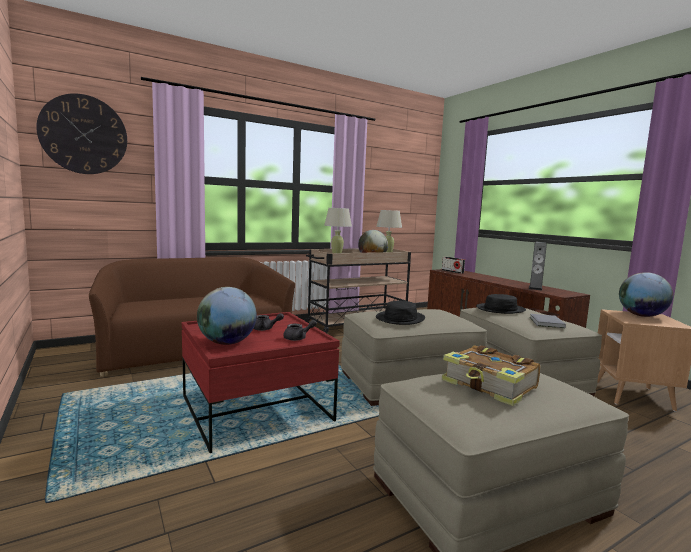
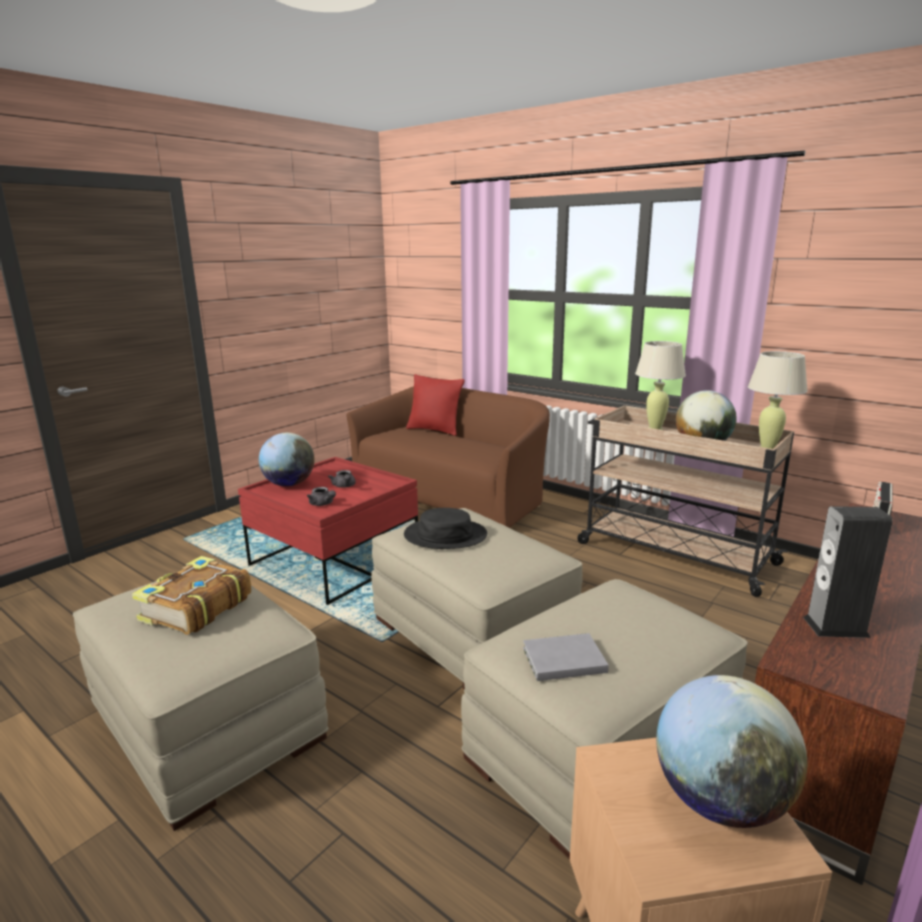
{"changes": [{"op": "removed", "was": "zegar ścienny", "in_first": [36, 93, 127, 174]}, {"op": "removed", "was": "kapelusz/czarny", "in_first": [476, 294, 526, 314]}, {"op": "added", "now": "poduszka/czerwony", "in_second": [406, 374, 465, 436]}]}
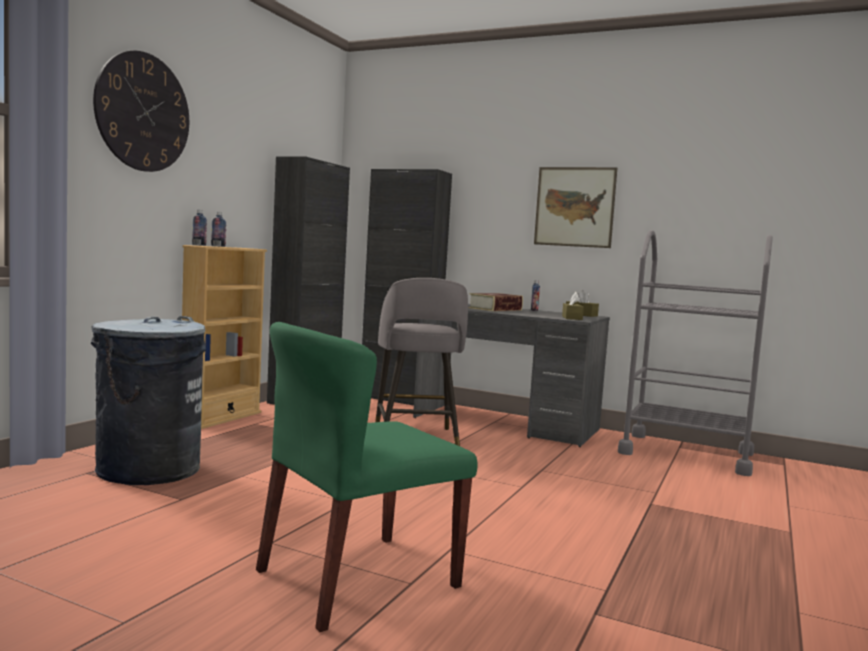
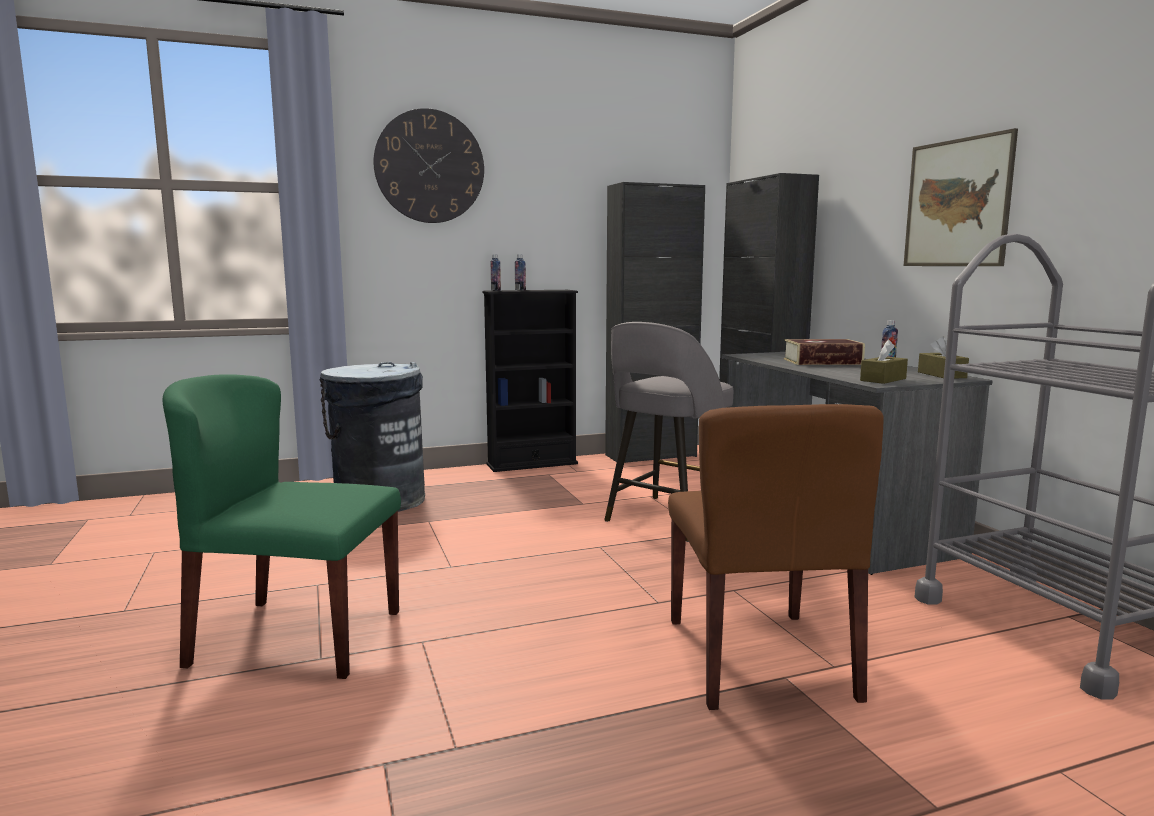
{"changes": [{"op": "recoloured", "was": "regał/beżowy", "now": "regał/czarny", "in_first": [182, 245, 267, 429], "in_second": [482, 290, 578, 472]}, {"op": "added", "now": "krzesło/brązowy", "in_second": [668, 404, 884, 710]}]}
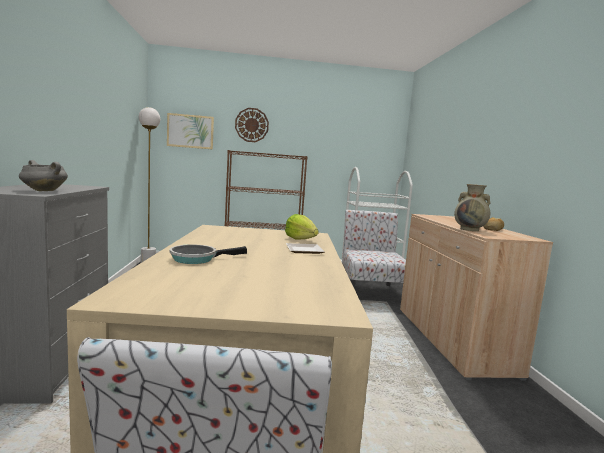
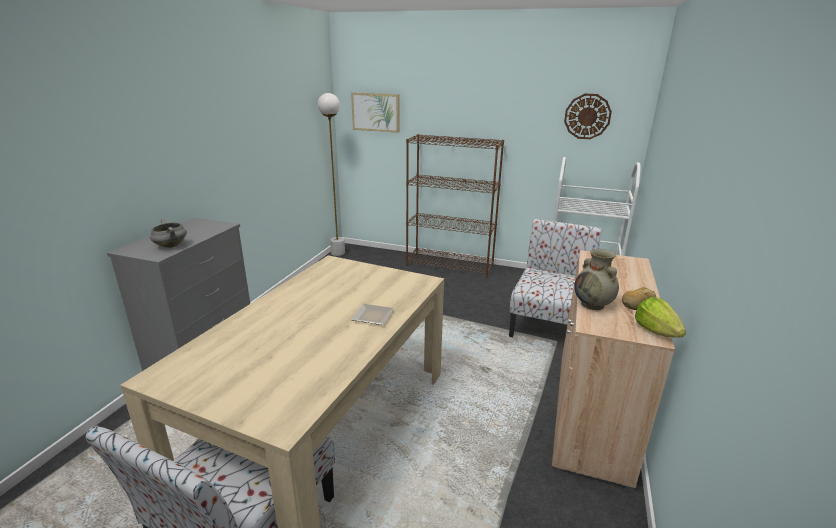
{"changes": [{"op": "removed", "was": "patelnia", "in_first": [169, 244, 247, 264]}, {"op": "moved", "was": "zegar ścienny", "in_first": [235, 108, 269, 142], "in_second": [564, 94, 612, 139]}, {"op": "moved", "was": "sałata", "in_first": [285, 214, 319, 239], "in_second": [635, 297, 686, 338]}]}
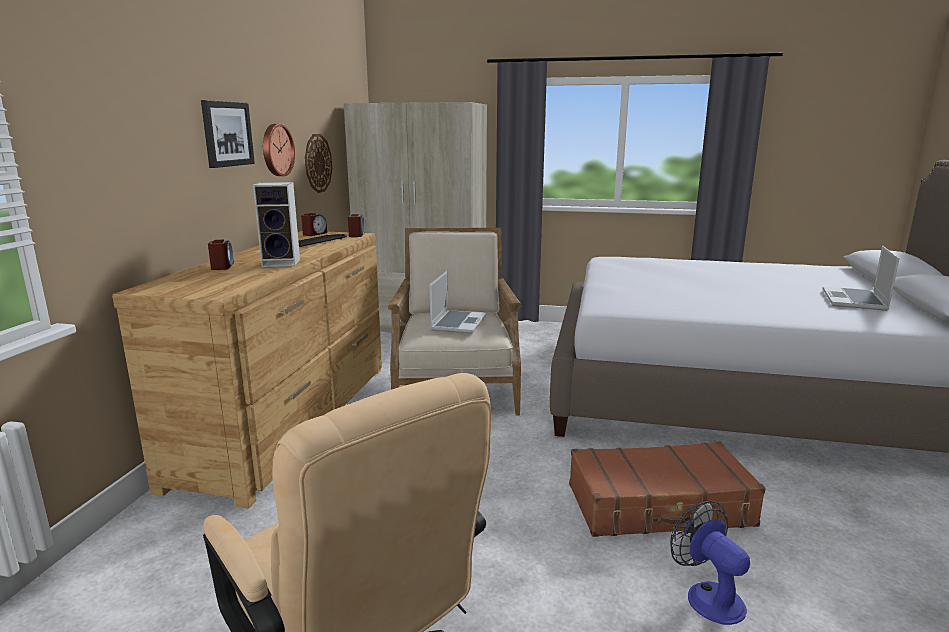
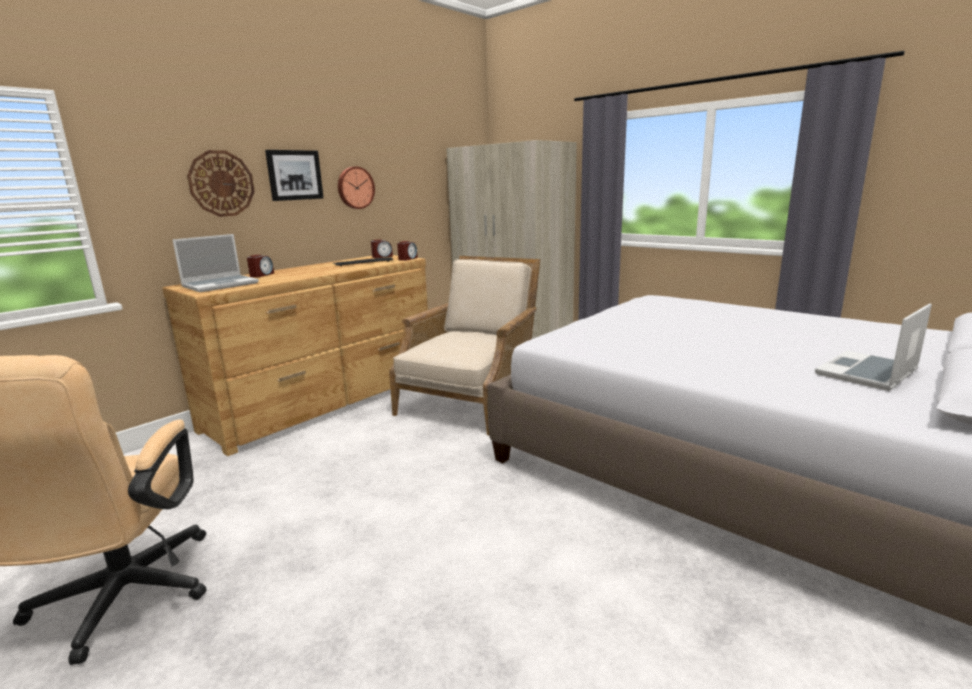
{"changes": [{"op": "removed", "was": "głośnik", "in_first": [253, 182, 300, 267]}, {"op": "moved", "was": "zegar ścienny", "in_first": [305, 134, 332, 193], "in_second": [187, 150, 255, 217]}, {"op": "moved", "was": "laptop", "in_first": [429, 271, 486, 333], "in_second": [172, 234, 259, 292]}, {"op": "removed", "was": "walizka/brązowy", "in_first": [569, 442, 766, 537]}, {"op": "removed", "was": "wentylator", "in_first": [670, 501, 750, 625]}]}
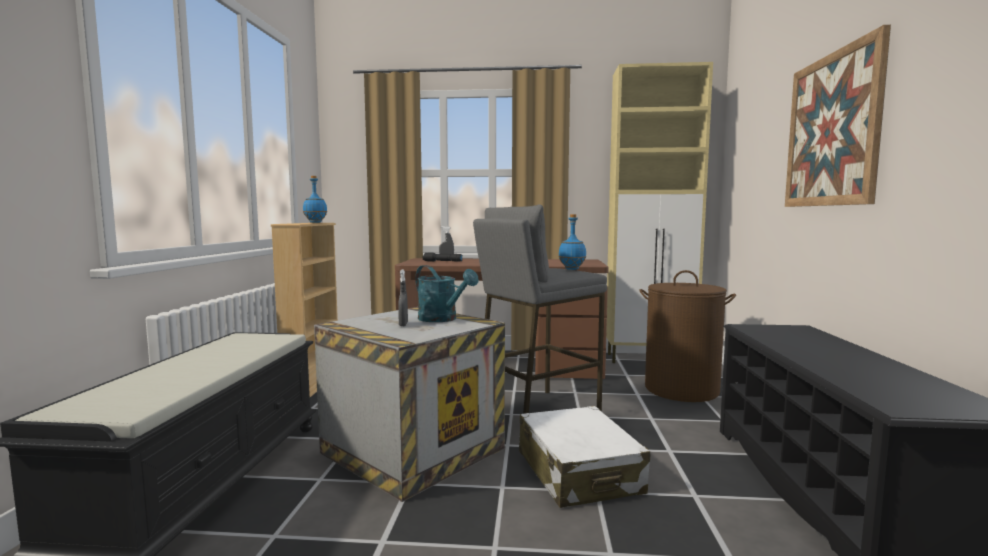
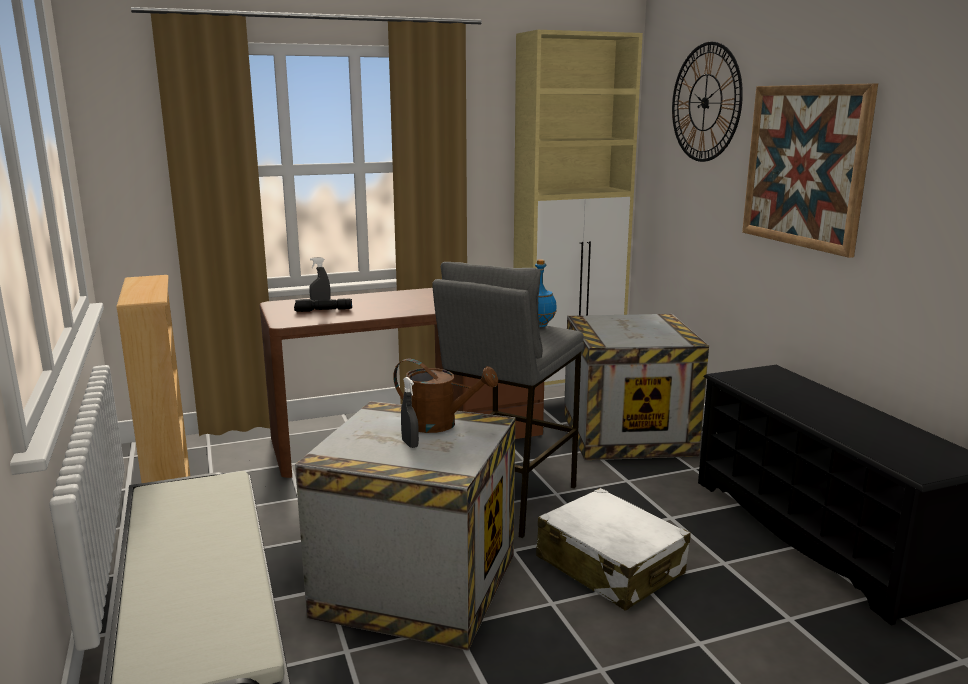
{"changes": [{"op": "removed", "was": "butelka/niebieski", "in_first": [303, 176, 327, 223]}, {"op": "recoloured", "was": "konewka/turkusowy", "now": "konewka/brązowy", "in_first": [415, 265, 478, 322], "in_second": [393, 358, 498, 433]}, {"op": "replaced", "was": "kosz na pranie/brązowy", "now": "skrzynka", "in_first": [639, 270, 736, 402], "in_second": [564, 314, 709, 460]}, {"op": "added", "now": "zegar ścienny", "in_second": [672, 41, 743, 162]}]}
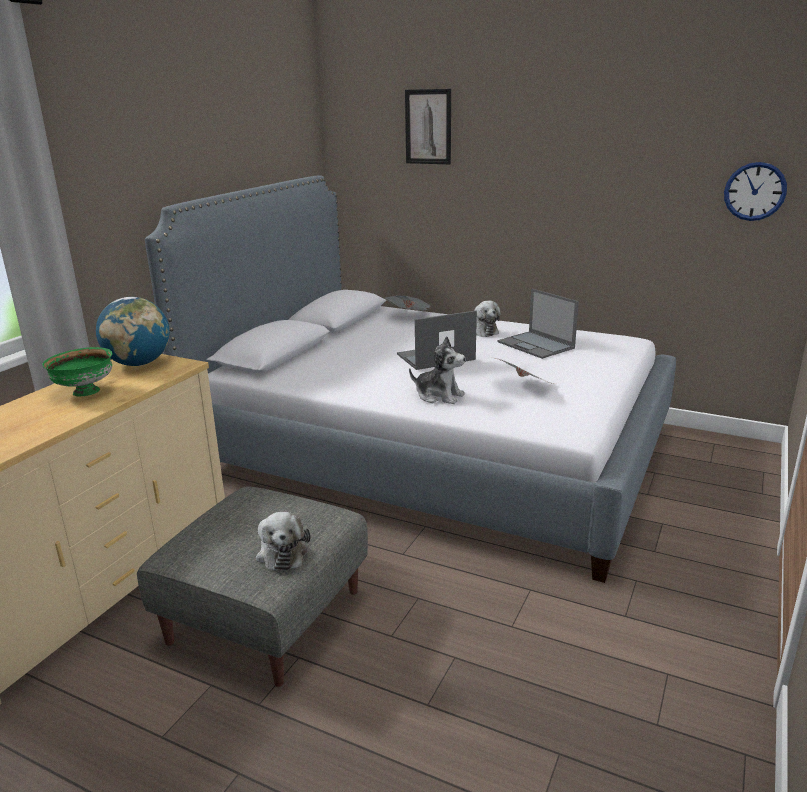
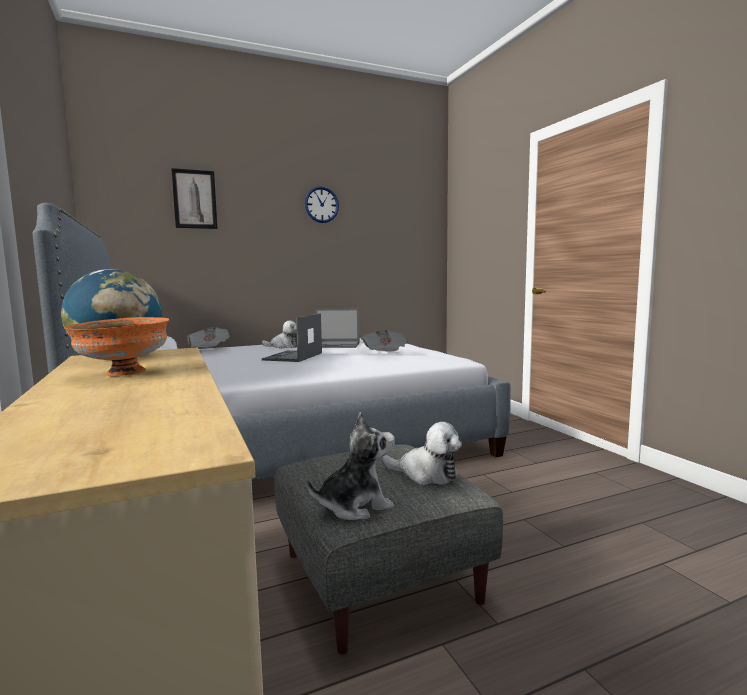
{"changes": [{"op": "recoloured", "was": "miska/zielony", "now": "miska/pomarańczowy", "in_first": [42, 347, 112, 396], "in_second": [64, 317, 170, 376]}, {"op": "moved", "was": "pluszak", "in_first": [409, 336, 466, 404], "in_second": [307, 412, 395, 520]}, {"op": "moved", "was": "zegar ścienny", "in_first": [724, 162, 787, 221], "in_second": [305, 186, 339, 223]}]}
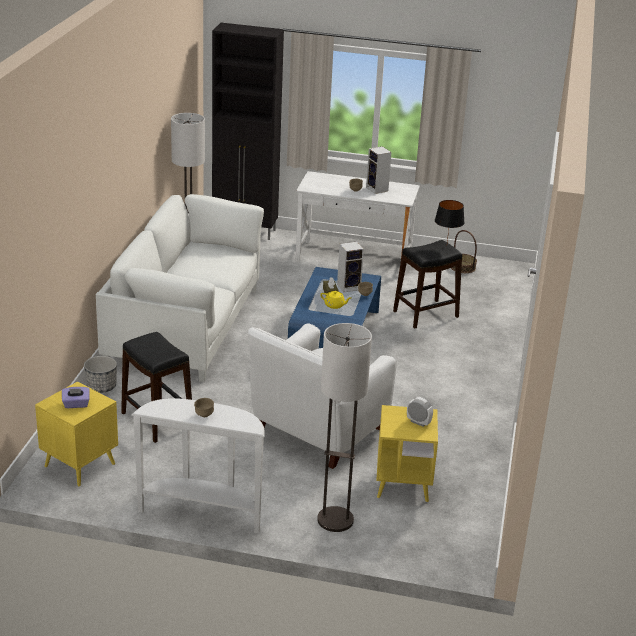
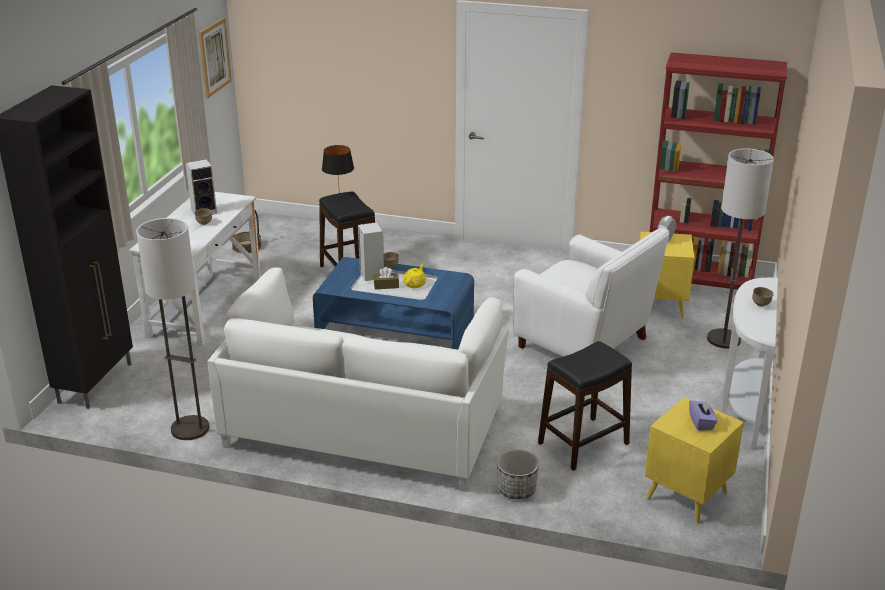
{"changes": [{"op": "added", "now": "obraz", "in_second": [199, 18, 232, 98]}, {"op": "added", "now": "regał/czerwony", "in_second": [650, 52, 787, 290]}]}
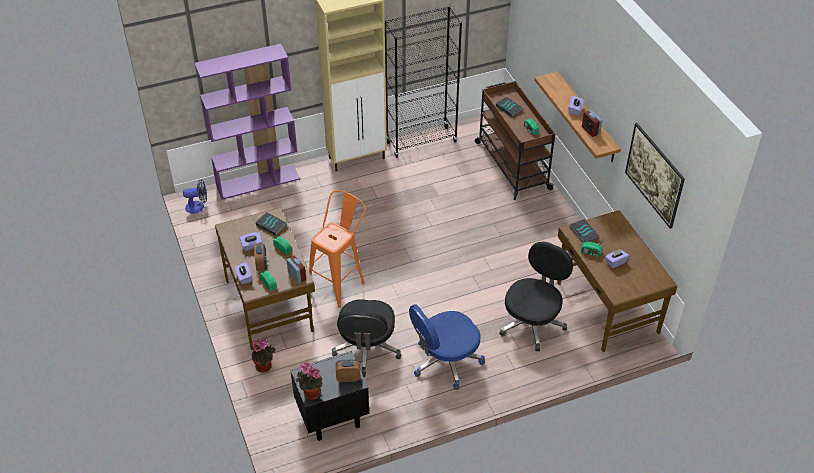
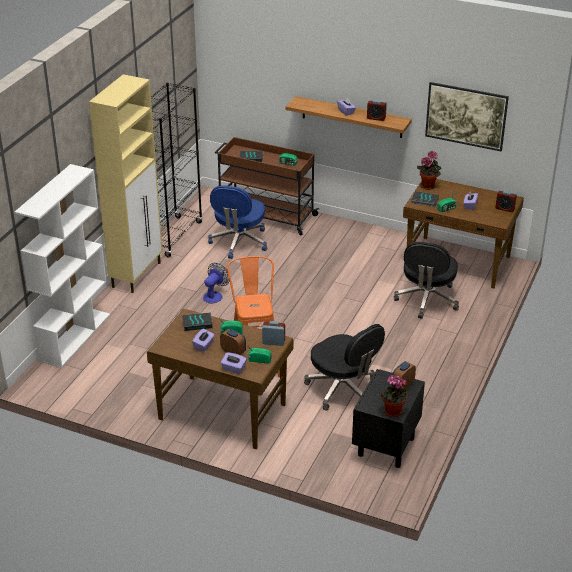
{"changes": [{"op": "moved", "was": "wentylator", "in_first": [183, 179, 207, 214], "in_second": [203, 263, 230, 303]}, {"op": "recoloured", "was": "regał/fioletowy", "now": "regał/biały", "in_first": [194, 44, 300, 200], "in_second": [14, 164, 110, 368]}, {"op": "moved", "was": "roślina doniczkowa", "in_first": [252, 338, 276, 373], "in_second": [417, 151, 441, 190]}, {"op": "moved", "was": "krzesło biurowe/niebieski", "in_first": [409, 304, 485, 390], "in_second": [208, 185, 268, 259]}, {"op": "turned", "was": "krzesło biurowe/czarny", "in_first": [499, 242, 573, 351], "in_second": [394, 242, 459, 319], "clockwise": -150}, {"op": "added", "now": "budzik", "in_second": [495, 190, 517, 212]}]}
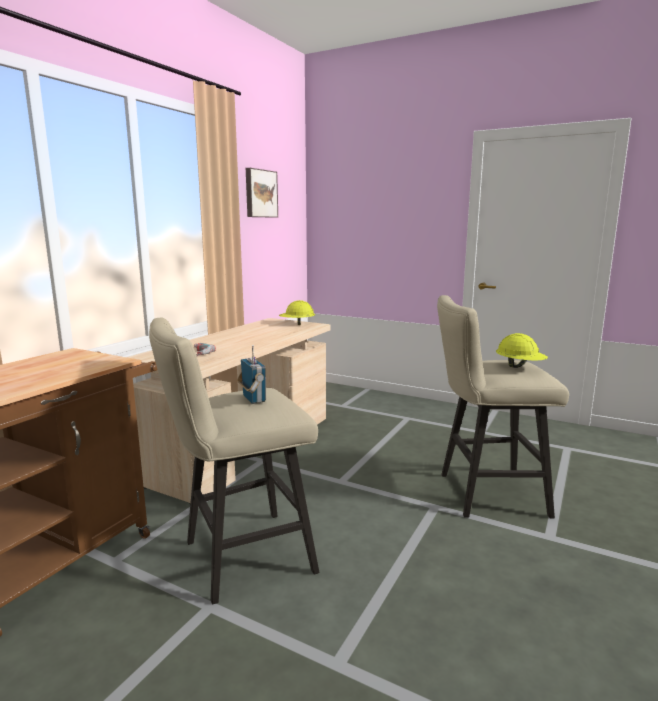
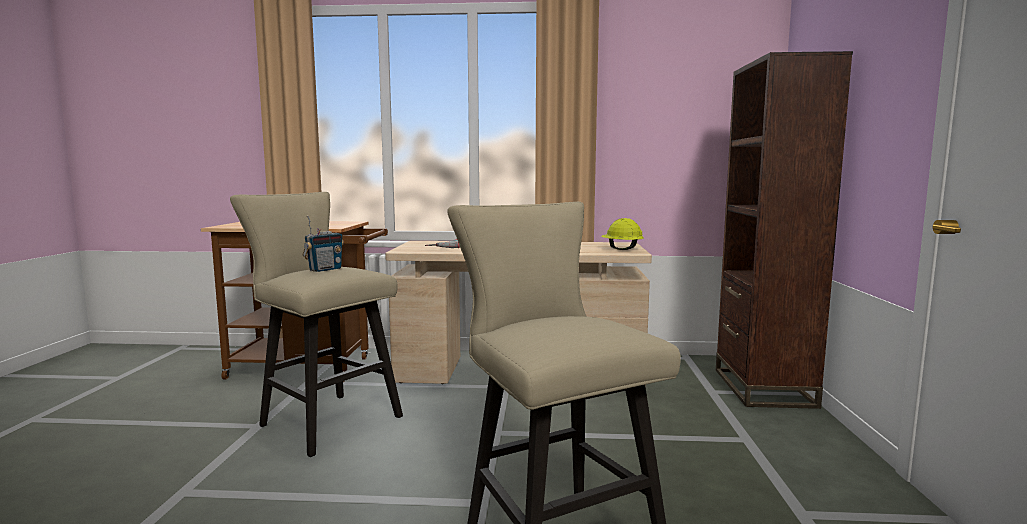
{"changes": [{"op": "removed", "was": "obraz", "in_first": [246, 168, 278, 218]}, {"op": "removed", "was": "kask/żółty", "in_first": [496, 333, 548, 368]}, {"op": "added", "now": "regał/brązowy", "in_second": [716, 51, 853, 409]}]}
